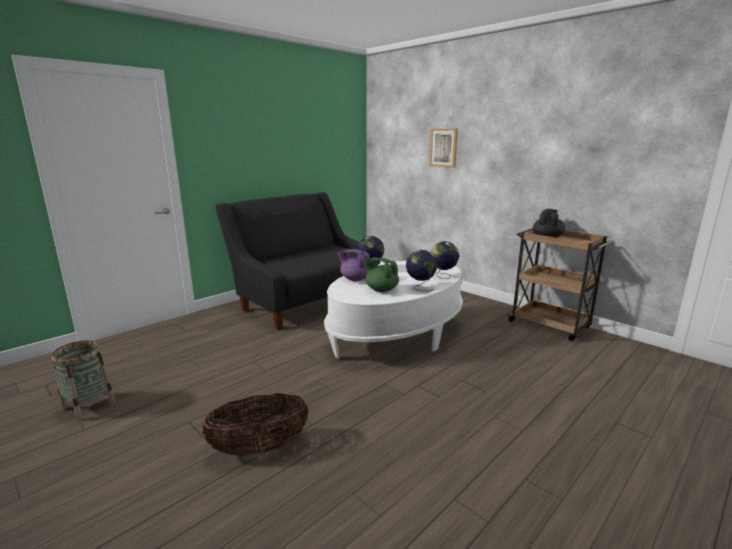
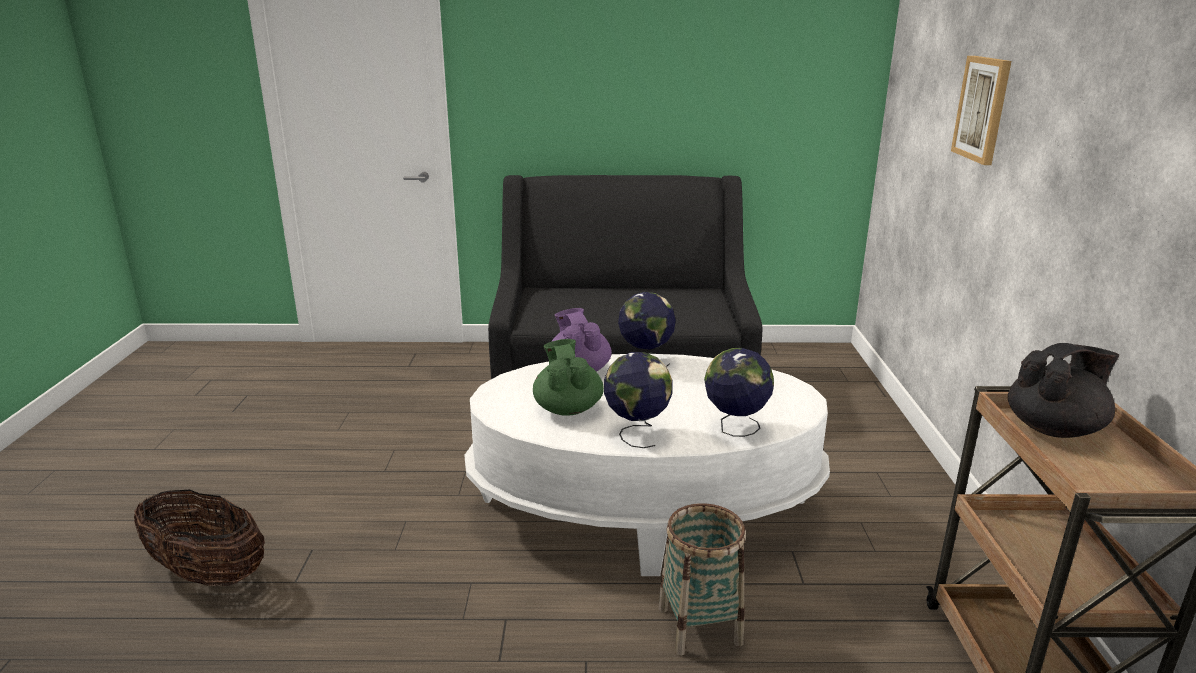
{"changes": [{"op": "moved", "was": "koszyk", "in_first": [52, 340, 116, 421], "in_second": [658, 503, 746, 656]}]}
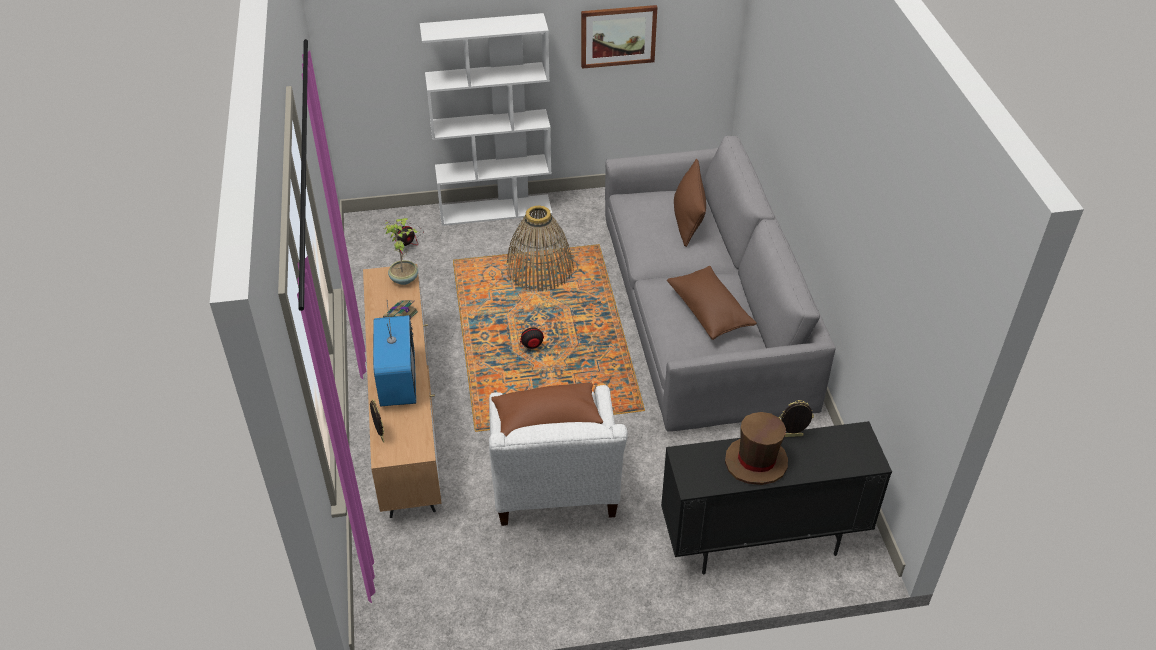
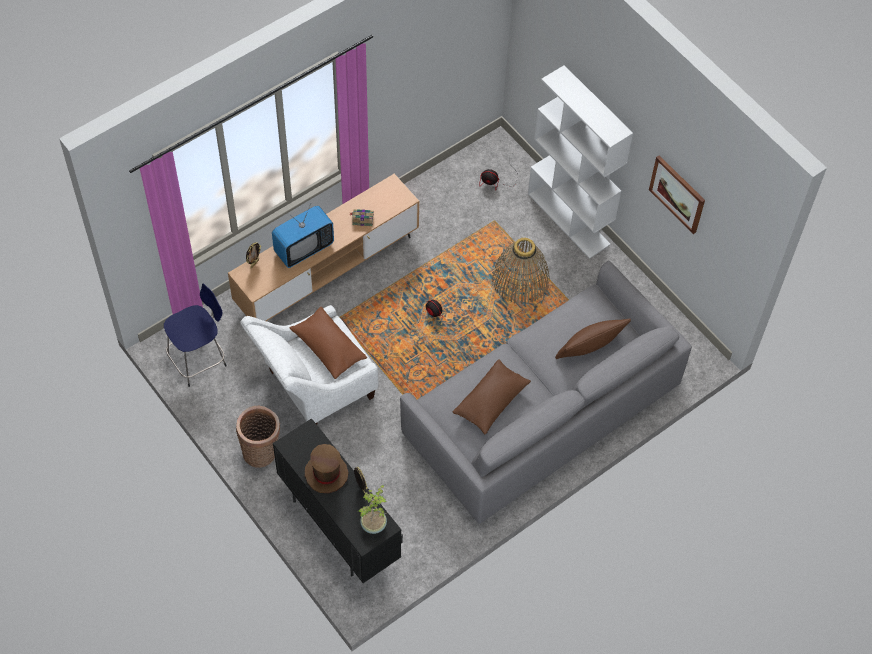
{"changes": [{"op": "moved", "was": "roślina doniczkowa", "in_first": [384, 218, 419, 285], "in_second": [358, 485, 388, 534]}, {"op": "added", "now": "stołek/niebieski", "in_second": [164, 283, 227, 387]}, {"op": "added", "now": "koszyk", "in_second": [236, 406, 280, 468]}]}
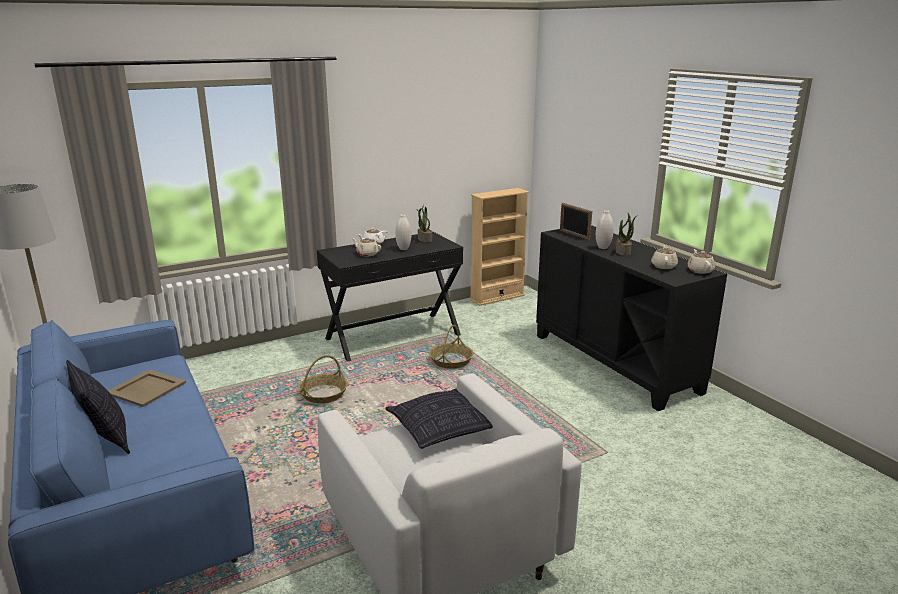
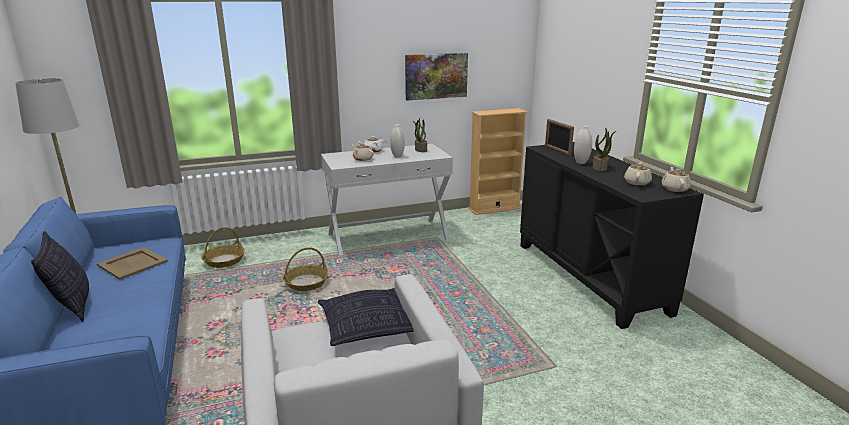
{"changes": [{"op": "recoloured", "was": "stolik konsolowy/czarny", "now": "stolik konsolowy/biały", "in_first": [317, 232, 463, 362], "in_second": [321, 144, 453, 255]}, {"op": "moved", "was": "koszyk", "in_first": [429, 325, 474, 369], "in_second": [201, 227, 245, 268]}, {"op": "added", "now": "obraz", "in_second": [405, 53, 468, 100]}]}
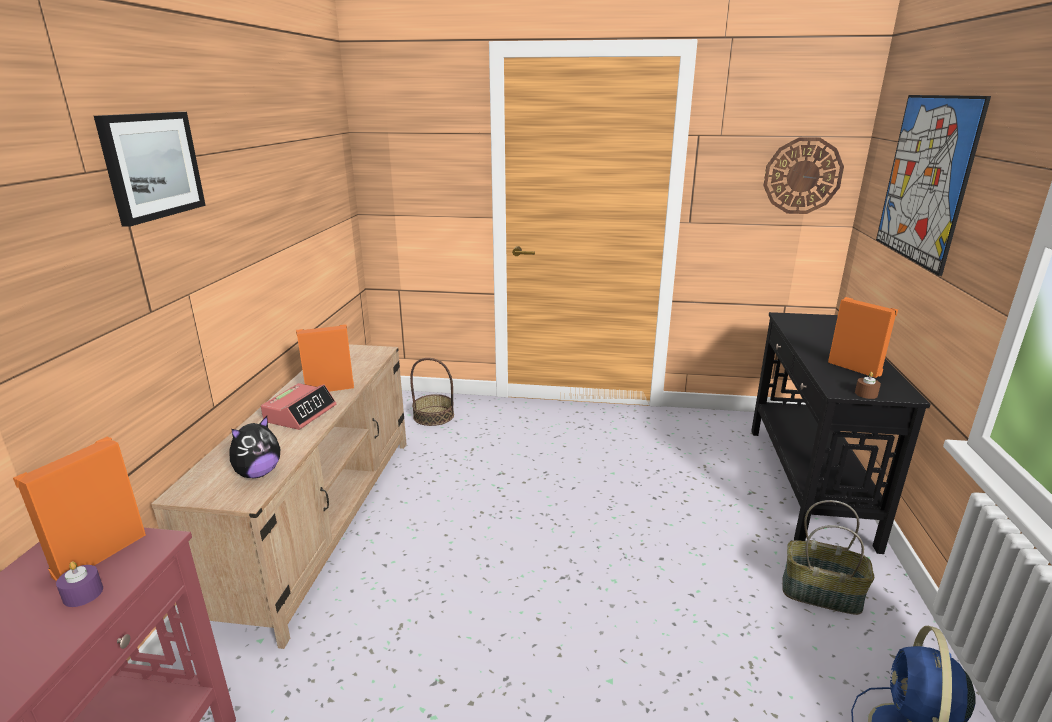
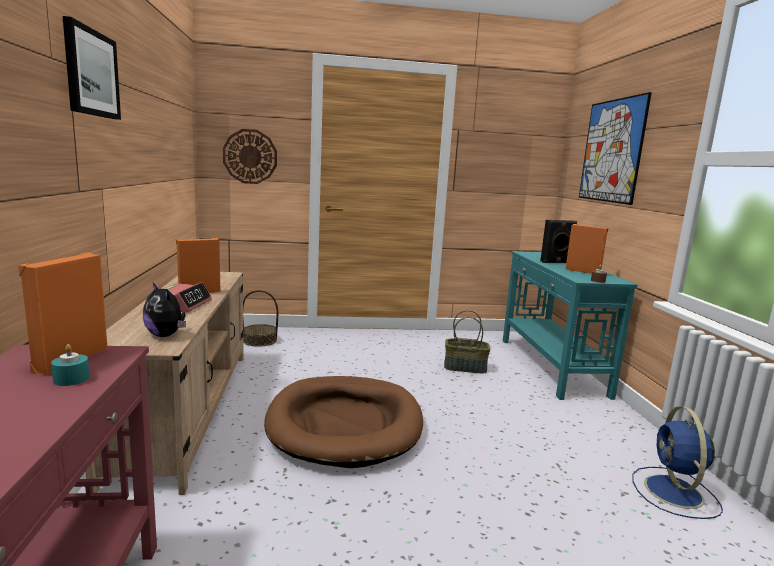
{"changes": [{"op": "recoloured", "was": "świeca/fioletowy", "now": "świeca/turkusowy", "in_first": [56, 561, 103, 607], "in_second": [51, 344, 89, 386]}, {"op": "turned", "was": "pluszak", "in_first": [229, 416, 280, 478], "in_second": [143, 283, 186, 337], "clockwise": 105}, {"op": "recoloured", "was": "stolik konsolowy/czarny", "now": "stolik konsolowy/turkusowy", "in_first": [751, 312, 930, 554], "in_second": [503, 251, 638, 400]}, {"op": "moved", "was": "zegar ścienny", "in_first": [763, 137, 844, 214], "in_second": [223, 129, 277, 184]}, {"op": "moved", "was": "koszyk", "in_first": [783, 500, 874, 615], "in_second": [444, 310, 491, 373]}, {"op": "added", "now": "legowisko/brązowy", "in_second": [264, 376, 423, 468]}, {"op": "added", "now": "głośnik/czarny", "in_second": [540, 220, 577, 263]}]}
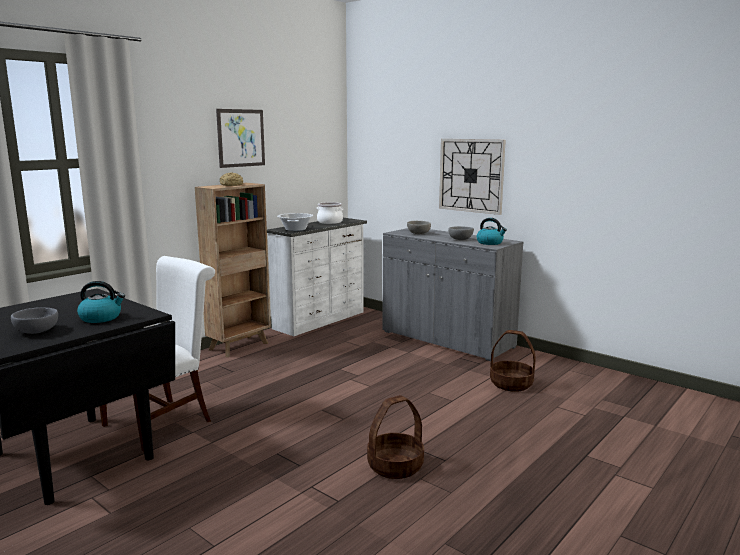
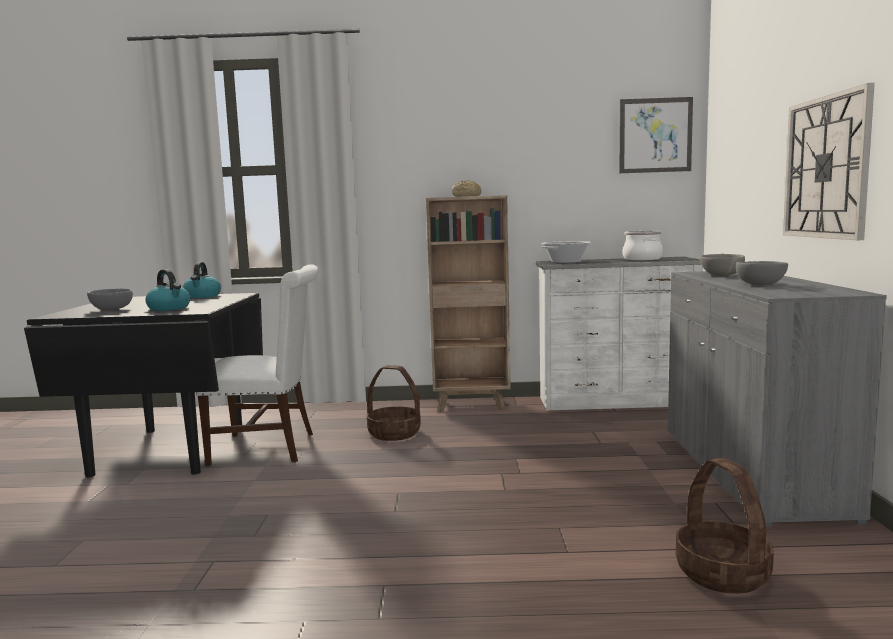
{"changes": [{"op": "moved", "was": "obraz", "in_first": [216, 109, 265, 168], "in_second": [619, 97, 693, 173]}, {"op": "moved", "was": "koszyk", "in_first": [367, 395, 424, 479], "in_second": [367, 365, 421, 441]}, {"op": "moved", "was": "czajnik", "in_first": [476, 218, 507, 245], "in_second": [183, 262, 221, 298]}]}
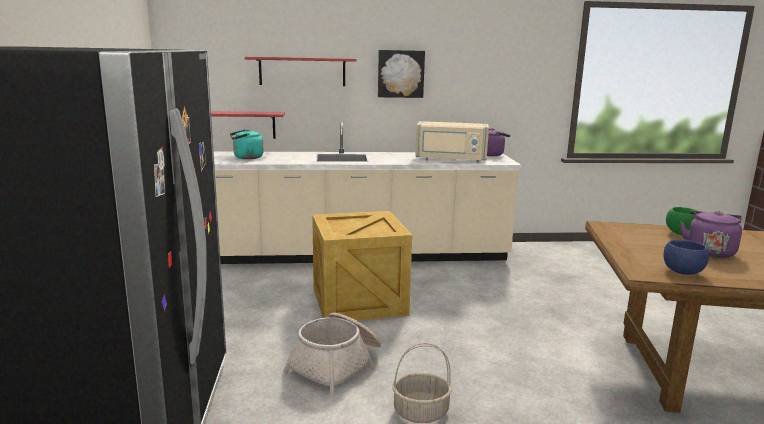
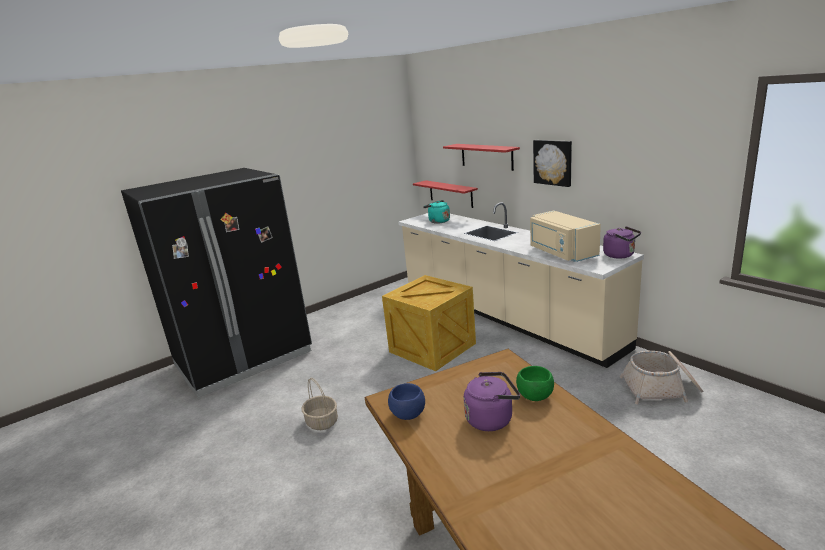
{"changes": [{"op": "moved", "was": "koszyk", "in_first": [283, 313, 381, 395], "in_second": [620, 351, 703, 404]}]}
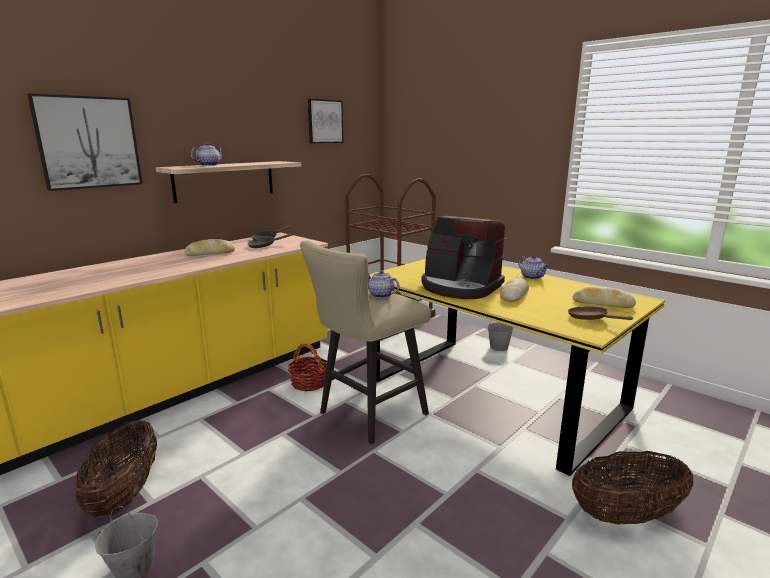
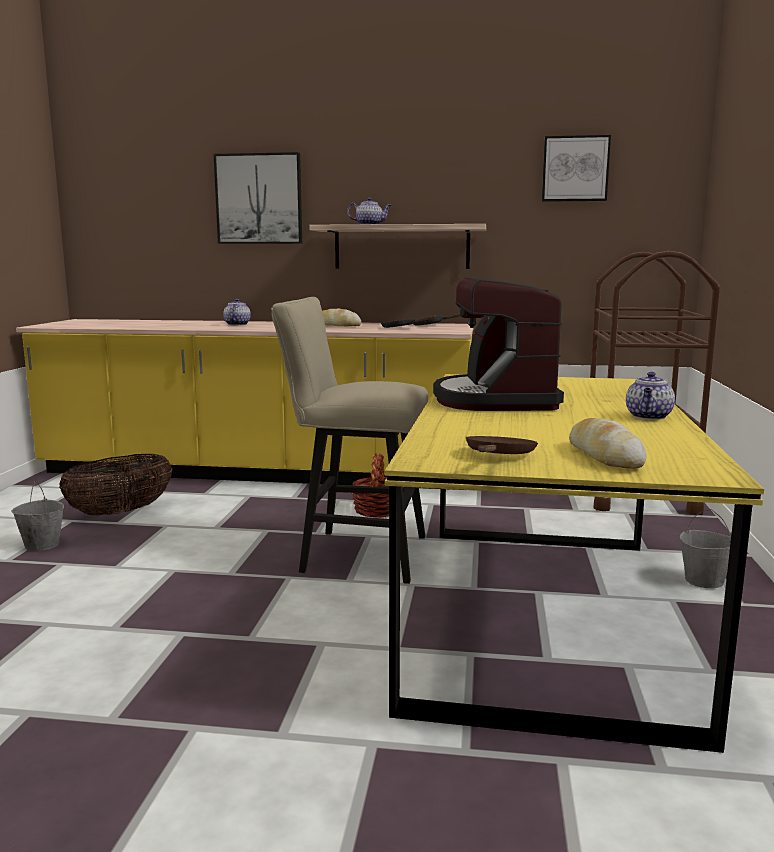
{"changes": [{"op": "moved", "was": "imbryk", "in_first": [368, 270, 400, 298], "in_second": [223, 298, 251, 326]}, {"op": "removed", "was": "chleb", "in_first": [500, 278, 529, 302]}, {"op": "removed", "was": "koszyk", "in_first": [572, 451, 694, 525]}]}
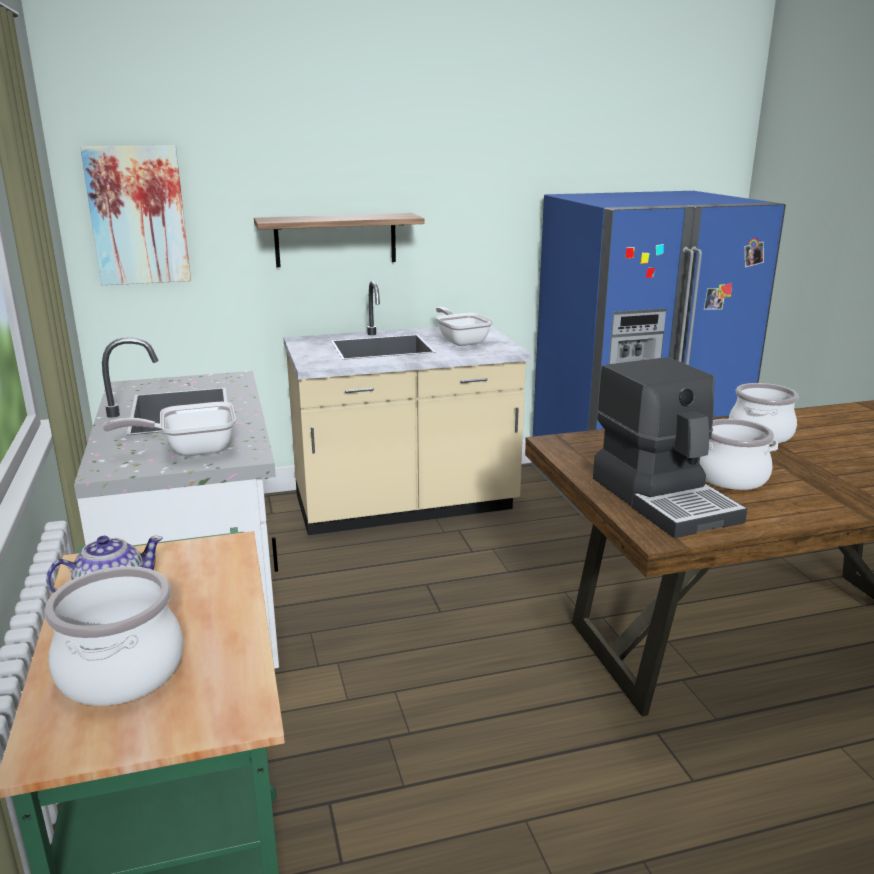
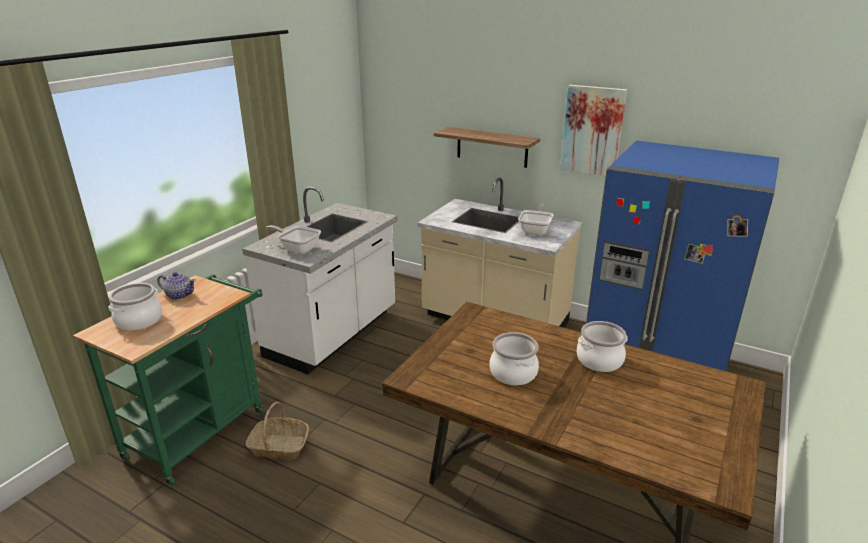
{"changes": [{"op": "moved", "was": "obraz", "in_first": [80, 145, 191, 285], "in_second": [560, 85, 627, 176]}, {"op": "removed", "was": "ekspres do kawy", "in_first": [593, 357, 747, 538]}, {"op": "added", "now": "koszyk", "in_second": [246, 402, 309, 460]}]}
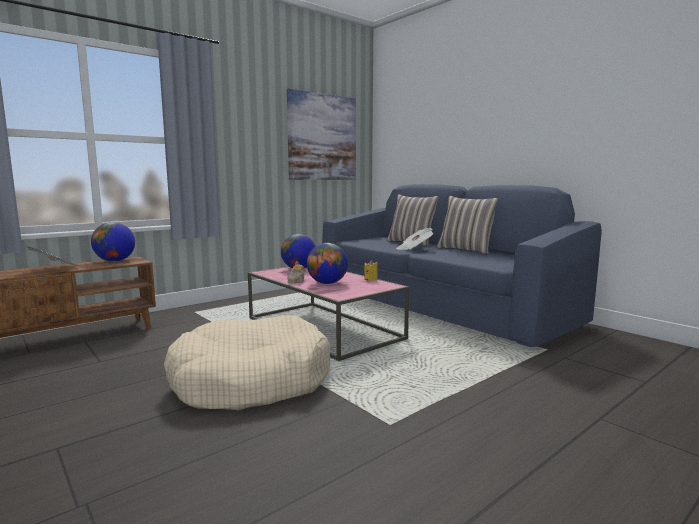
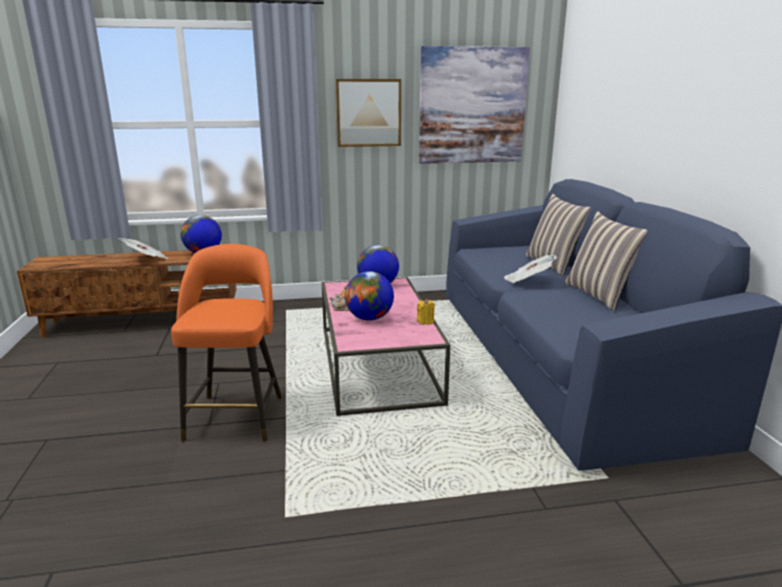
{"changes": [{"op": "replaced", "was": "legowisko/beżowy", "now": "stołek/pomarańczowy", "in_first": [164, 315, 330, 410], "in_second": [171, 244, 282, 442]}, {"op": "added", "now": "obraz", "in_second": [336, 79, 401, 147]}]}
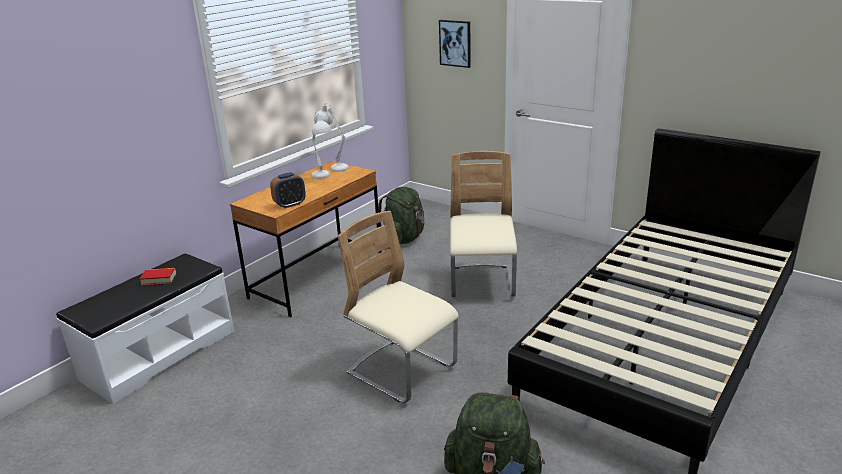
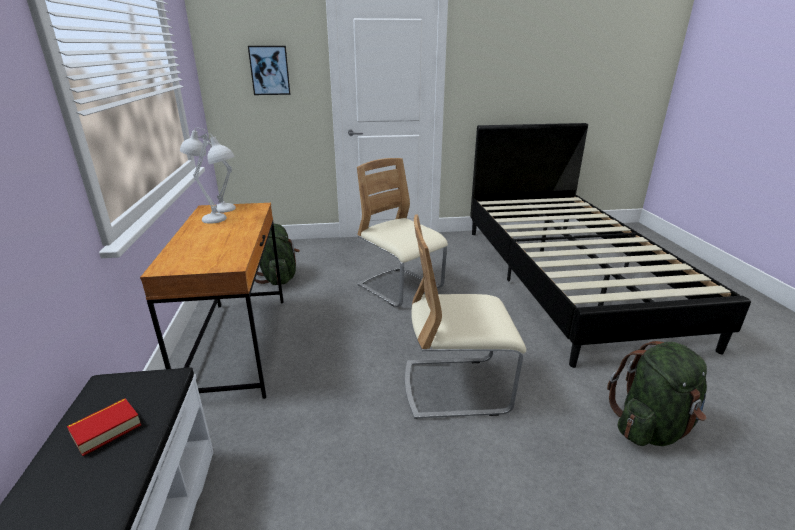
{"changes": [{"op": "removed", "was": "budzik", "in_first": [270, 172, 306, 209]}]}
